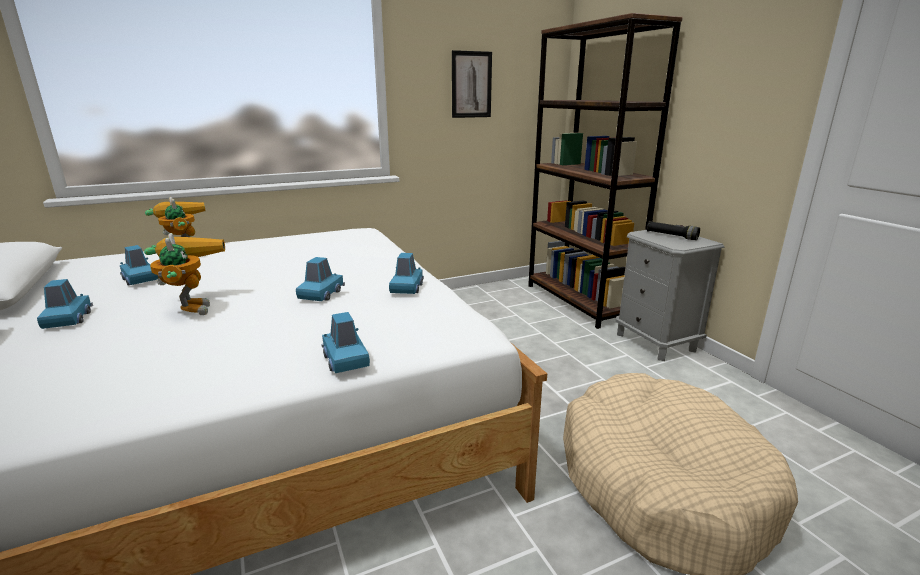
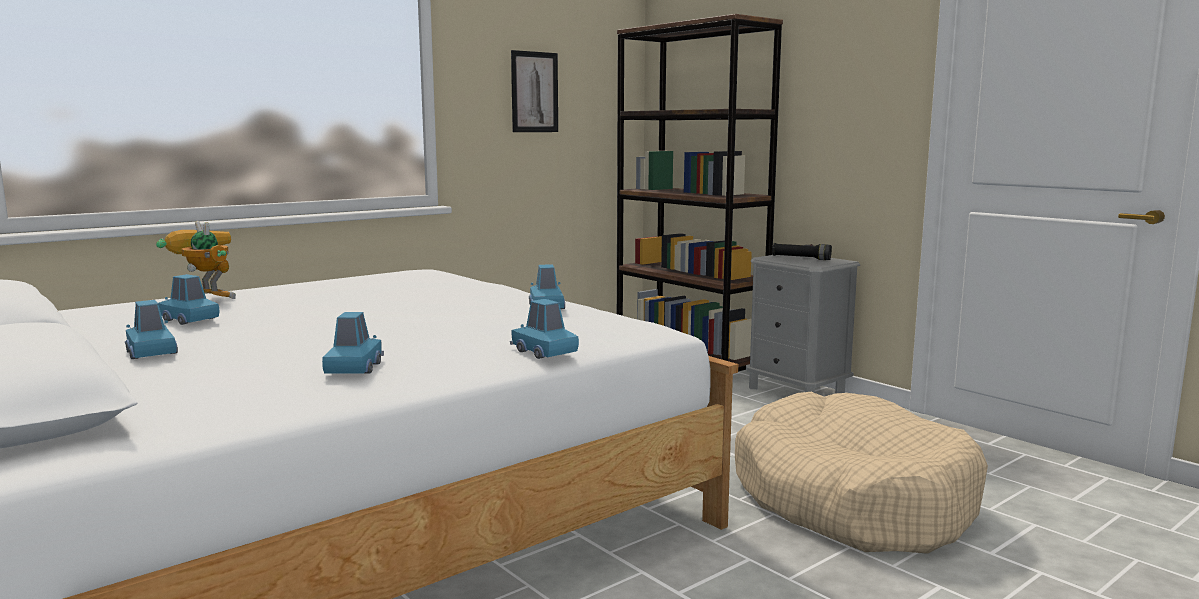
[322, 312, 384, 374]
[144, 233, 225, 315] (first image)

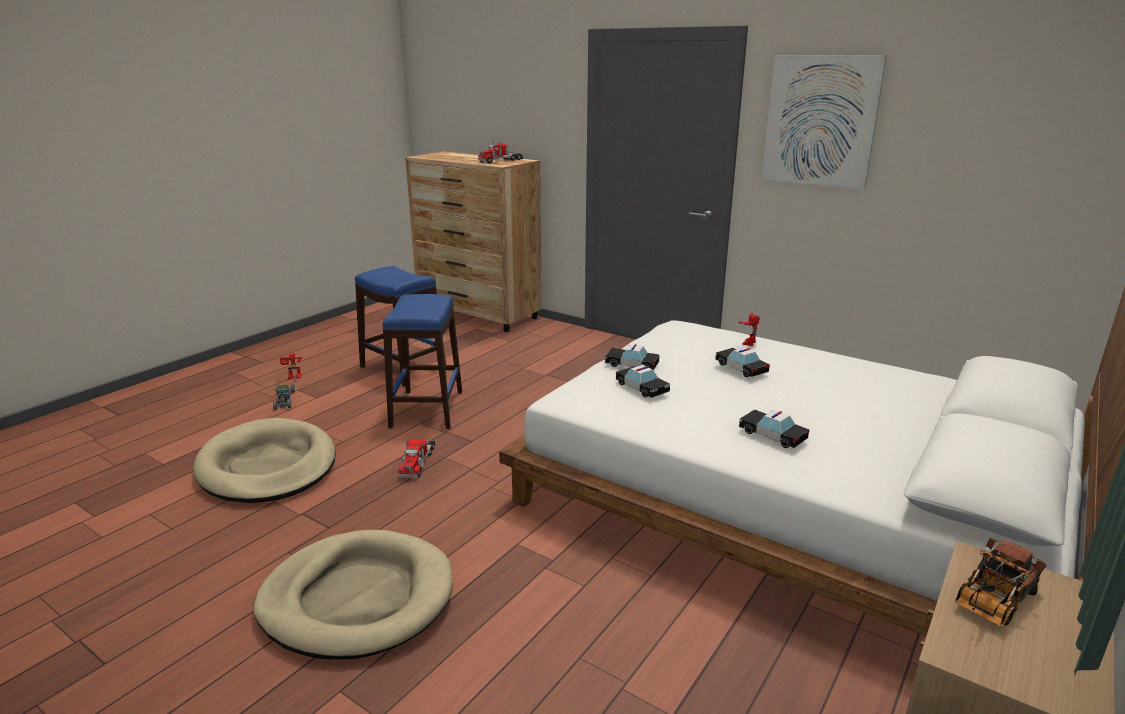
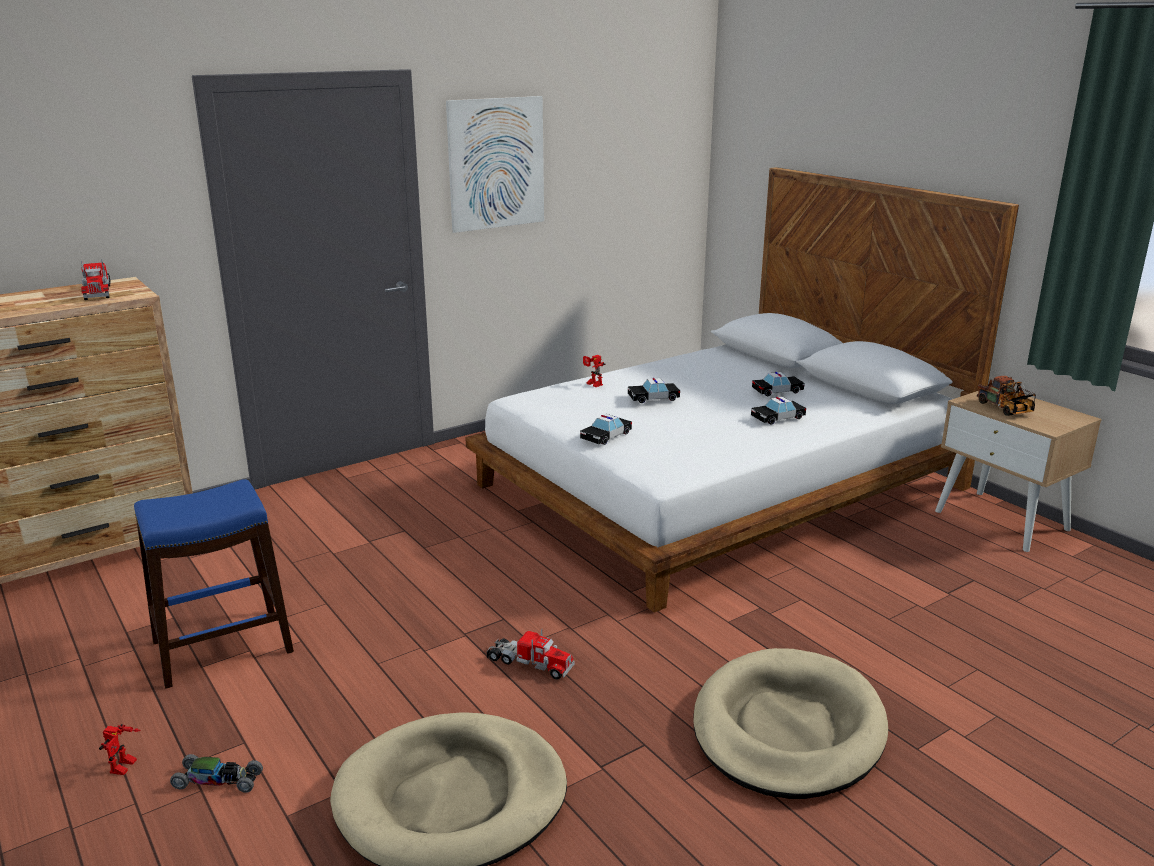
[752, 372, 805, 396]
[382, 294, 462, 429] (first image)

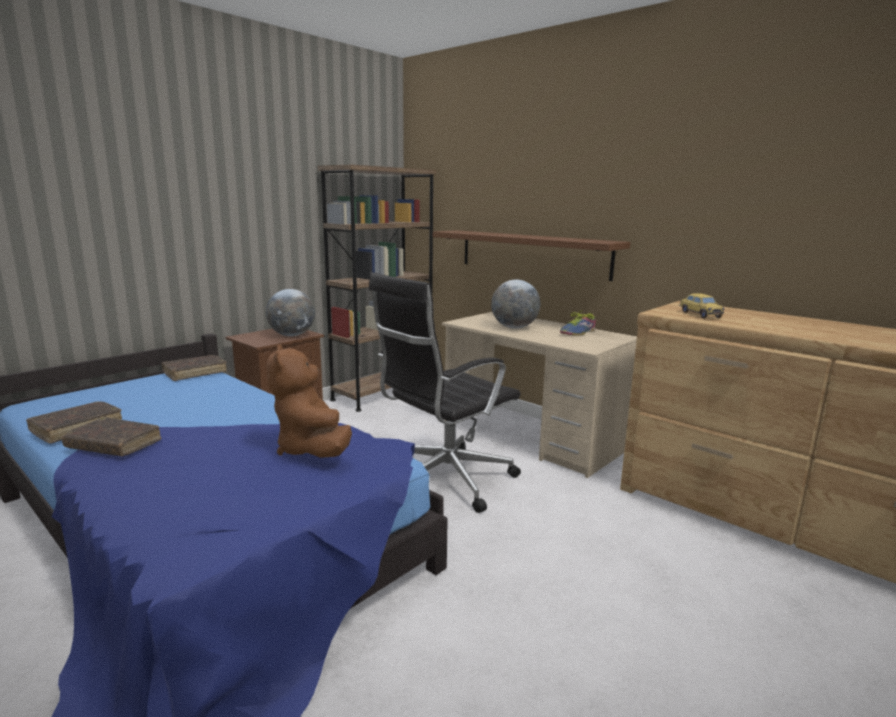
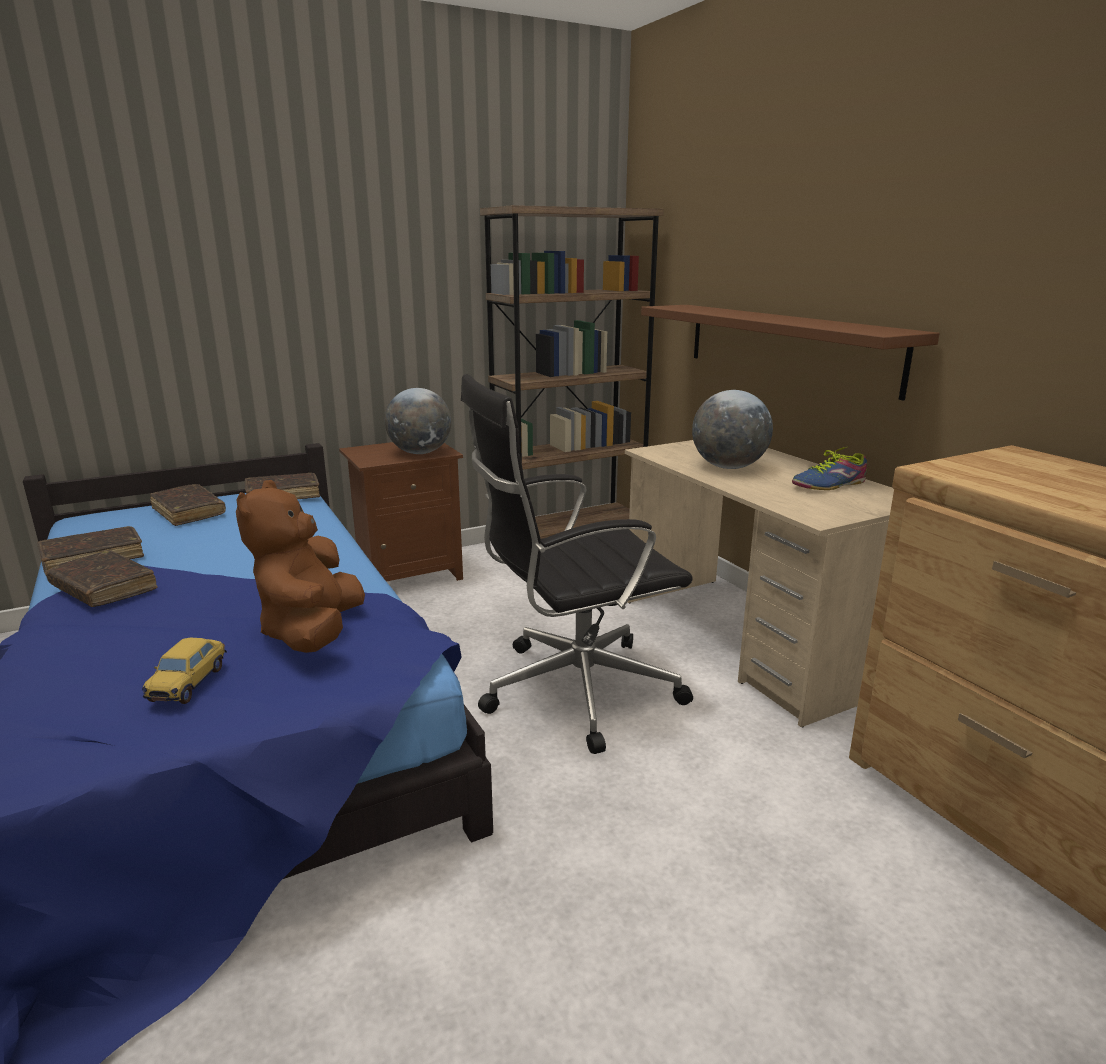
[142, 638, 227, 704]
[150, 484, 226, 526]

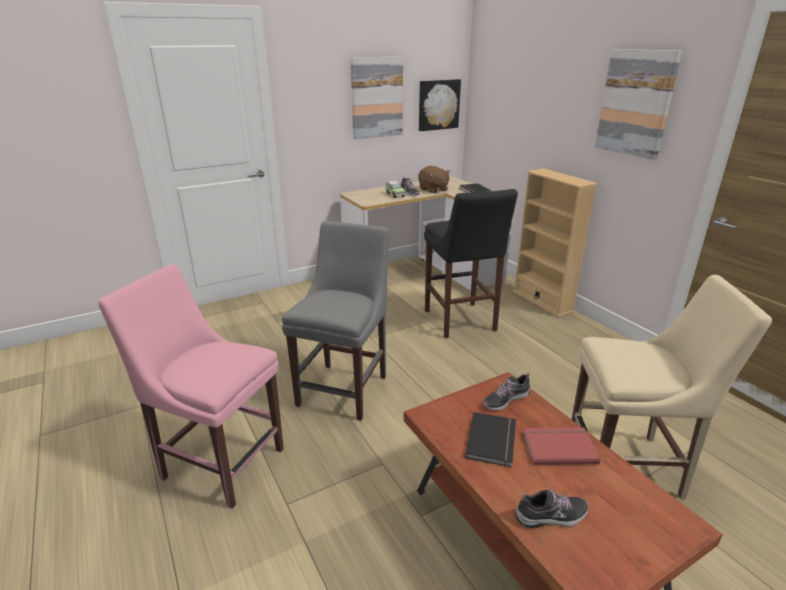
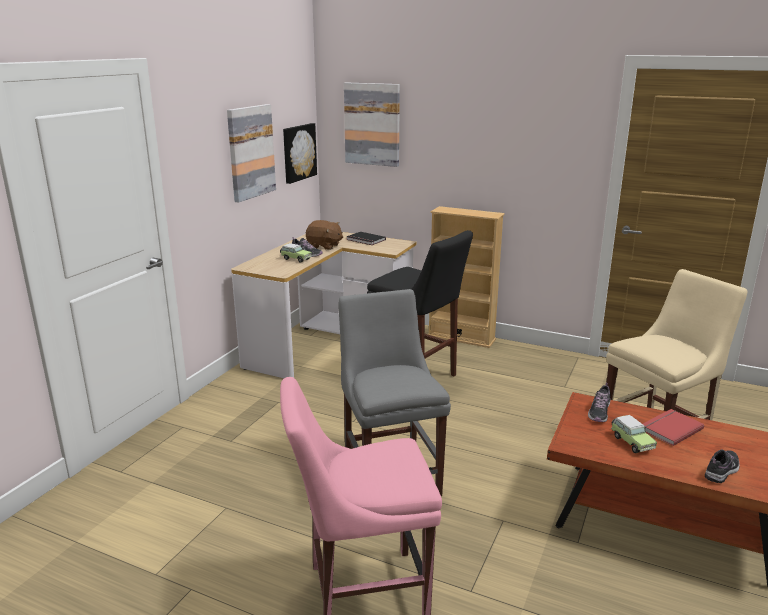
[344, 83, 400, 167]
[611, 415, 657, 453]

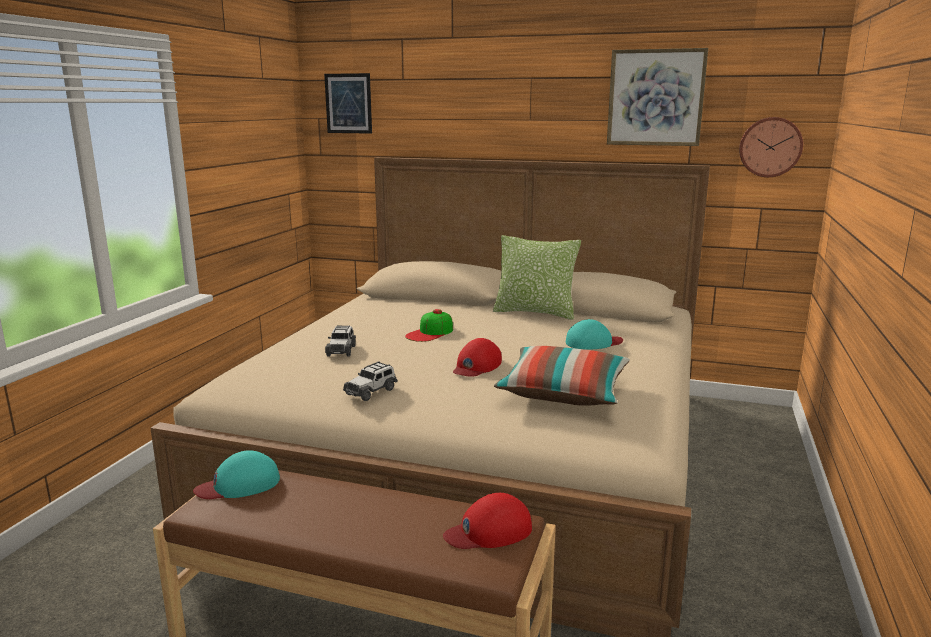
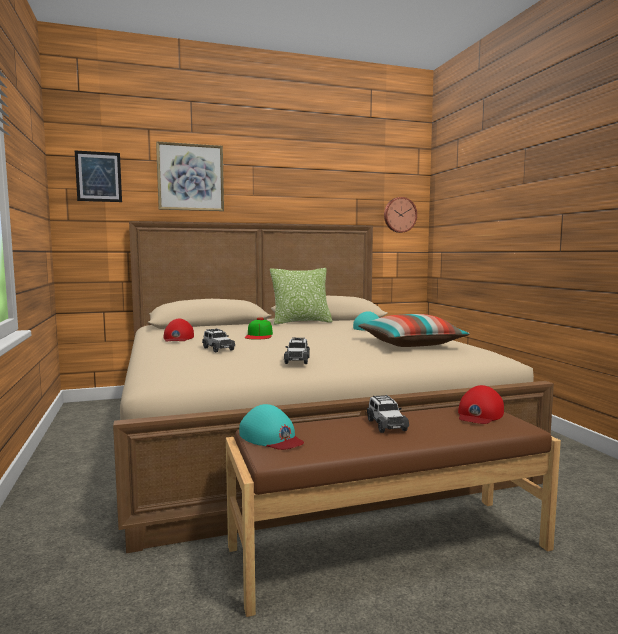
[156, 141, 224, 211]
[163, 319, 194, 342]
[239, 404, 304, 450]
[367, 395, 409, 433]

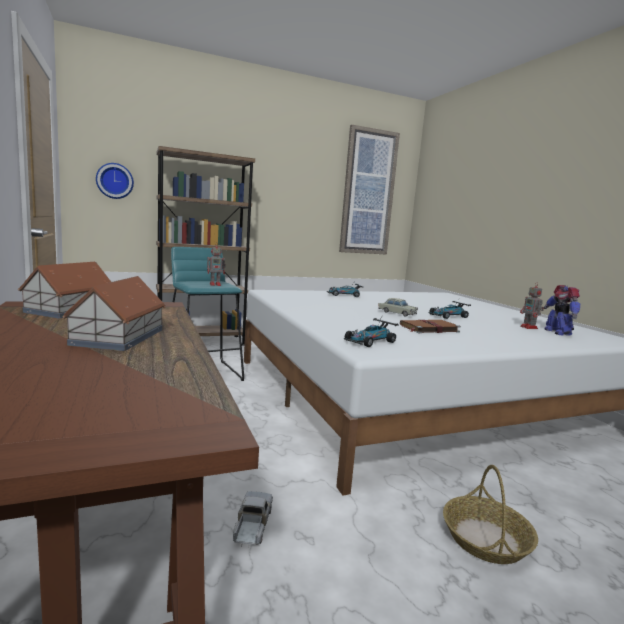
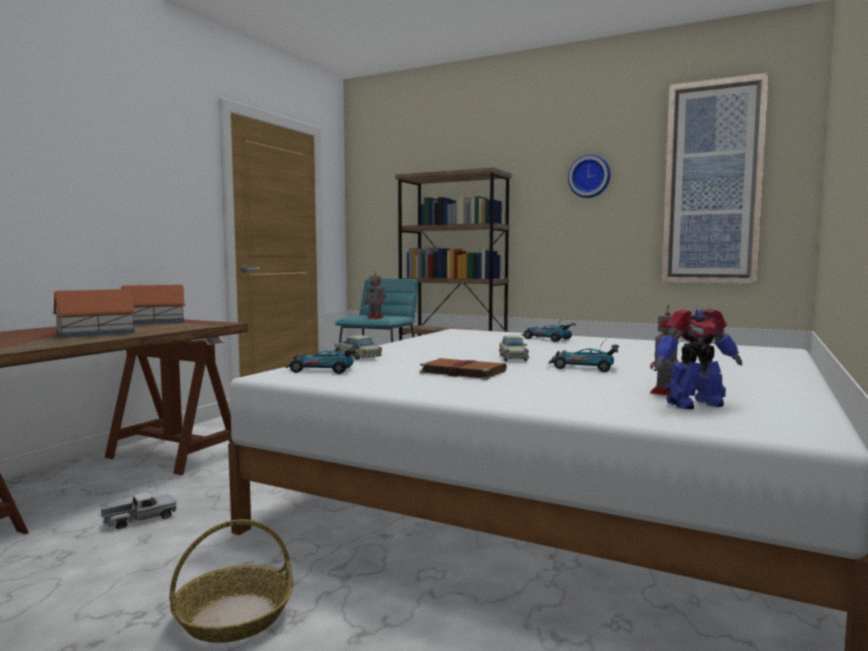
[334, 335, 382, 360]
[568, 155, 610, 198]
[655, 309, 742, 409]

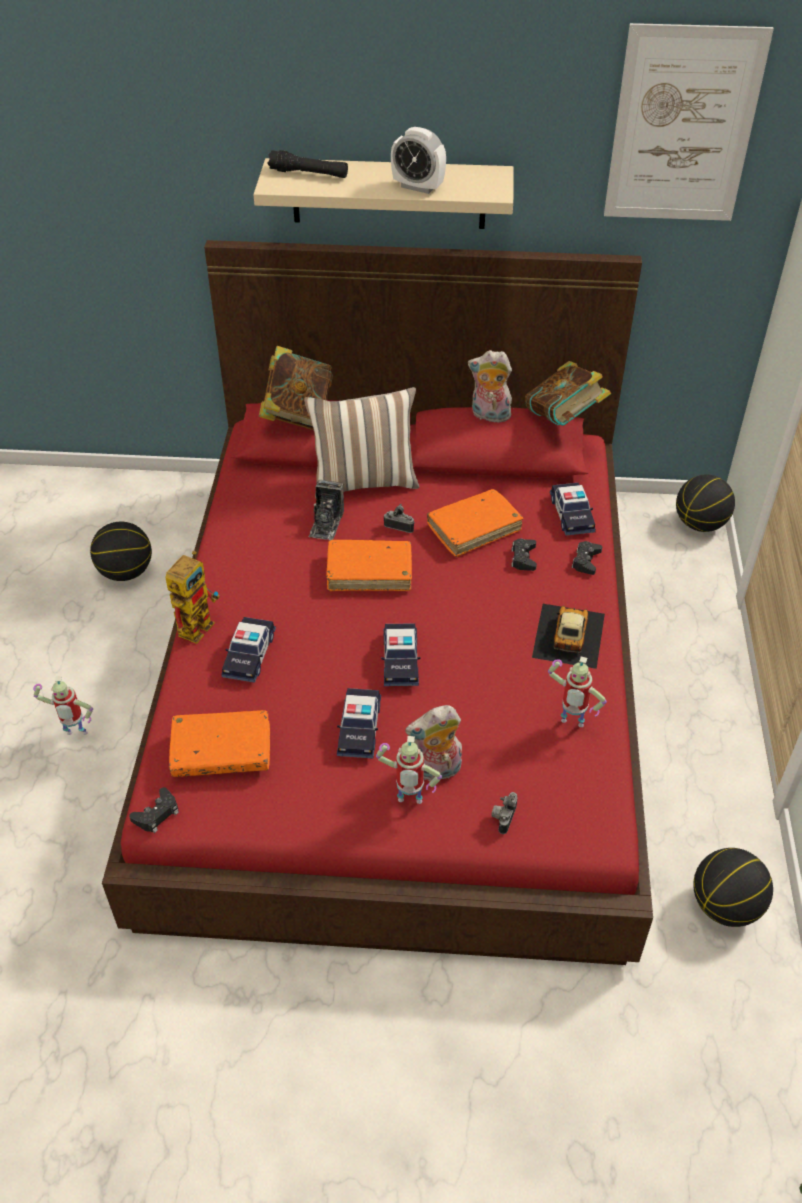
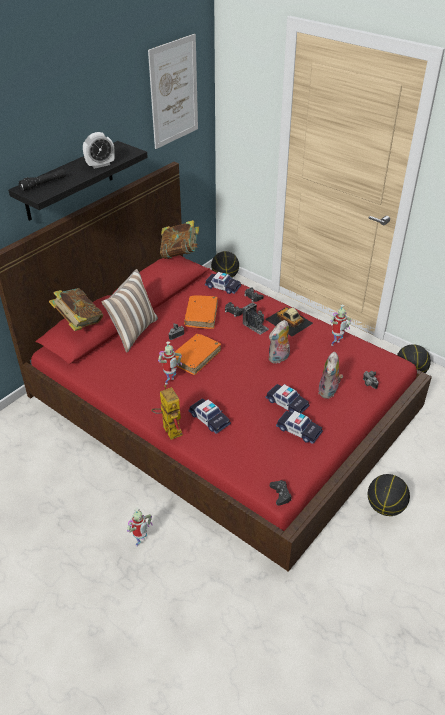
[8, 141, 148, 221]
[158, 341, 182, 384]
[242, 302, 269, 335]
[269, 320, 290, 364]
[276, 411, 323, 444]
[368, 474, 410, 516]
[169, 710, 270, 777] (first image)

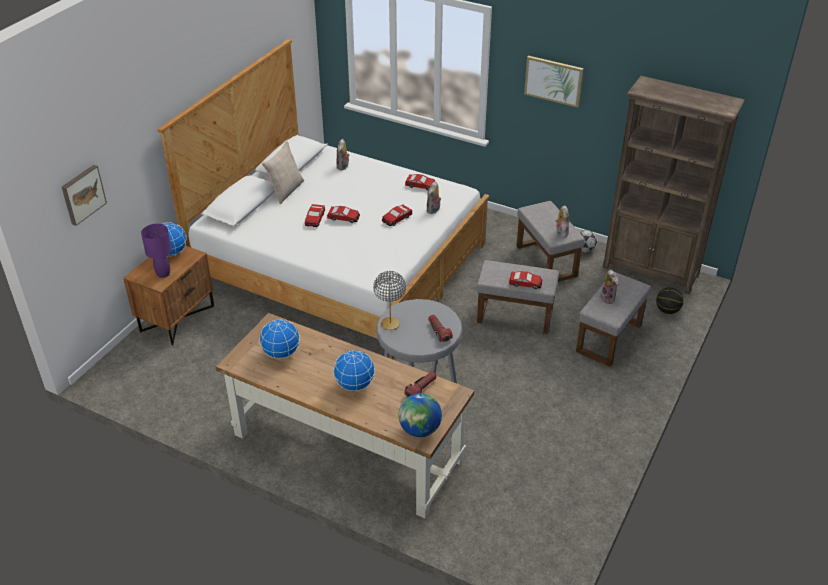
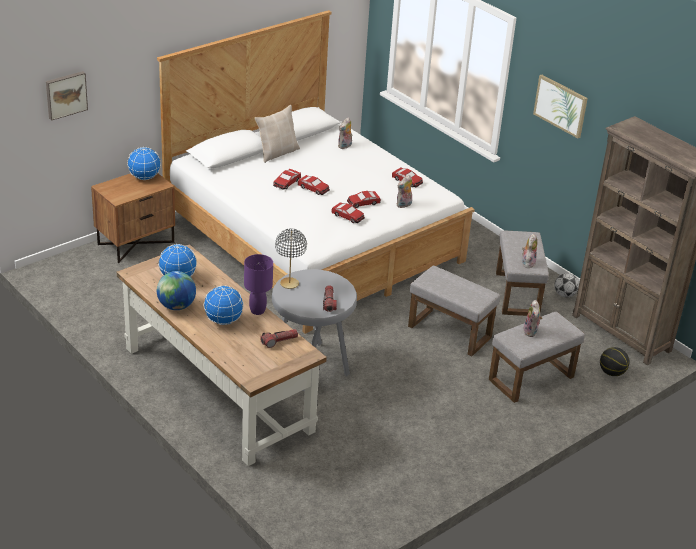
[157, 271, 196, 310]
[244, 254, 273, 315]
[331, 202, 365, 223]

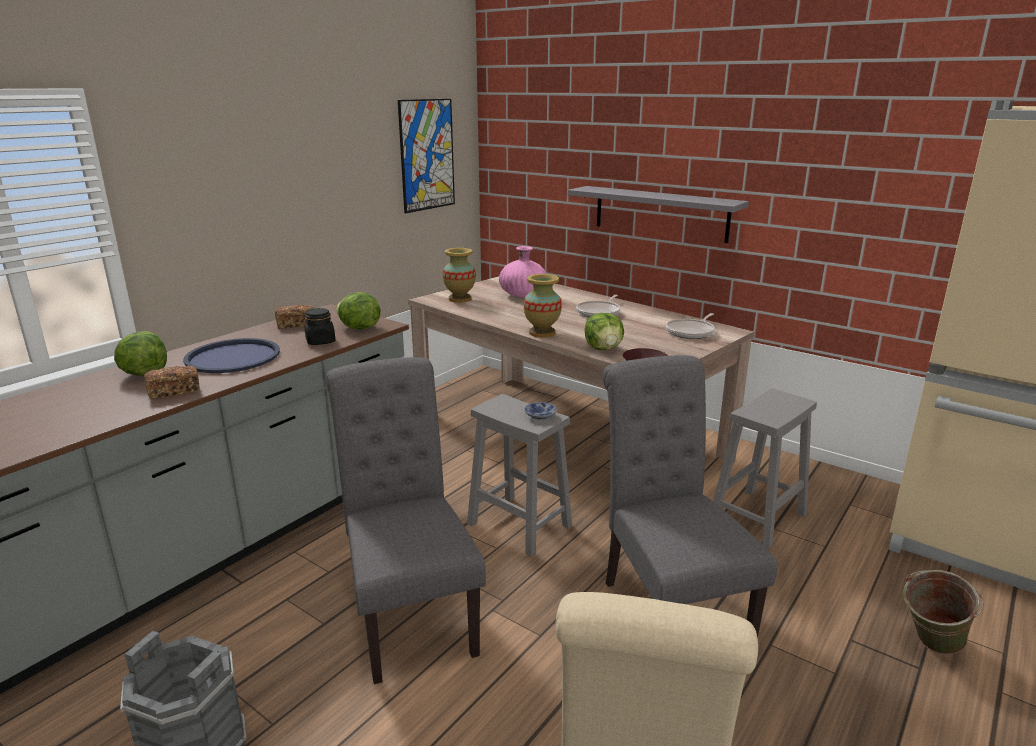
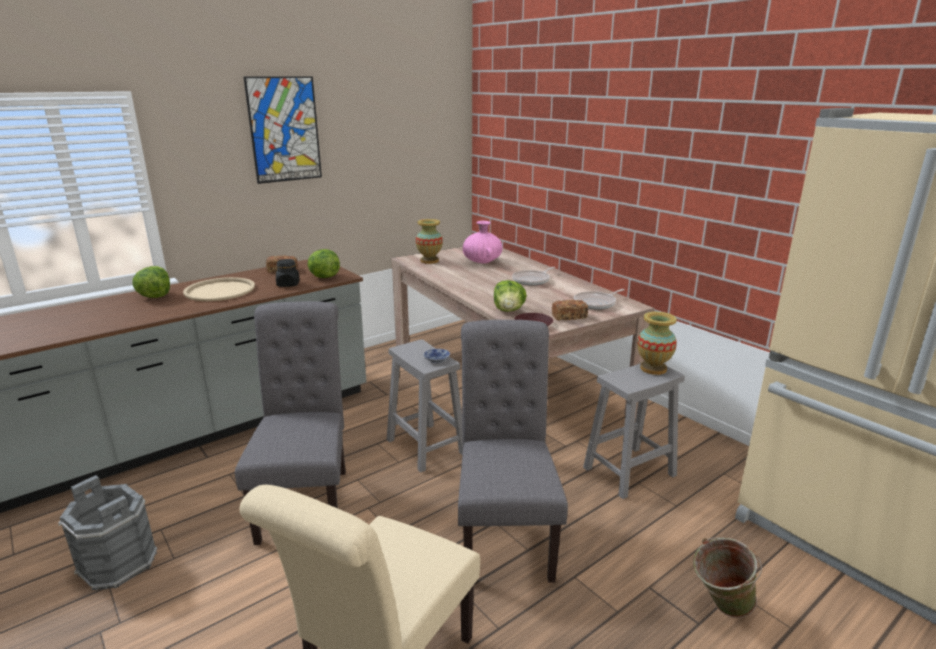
[183, 277, 255, 301]
[244, 77, 322, 184]
[552, 300, 588, 321]
[637, 312, 677, 375]
[568, 186, 749, 243] (first image)

